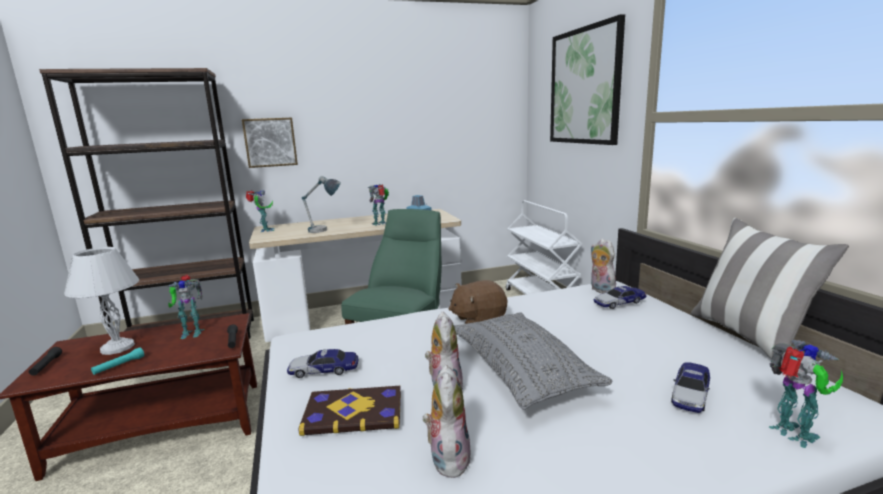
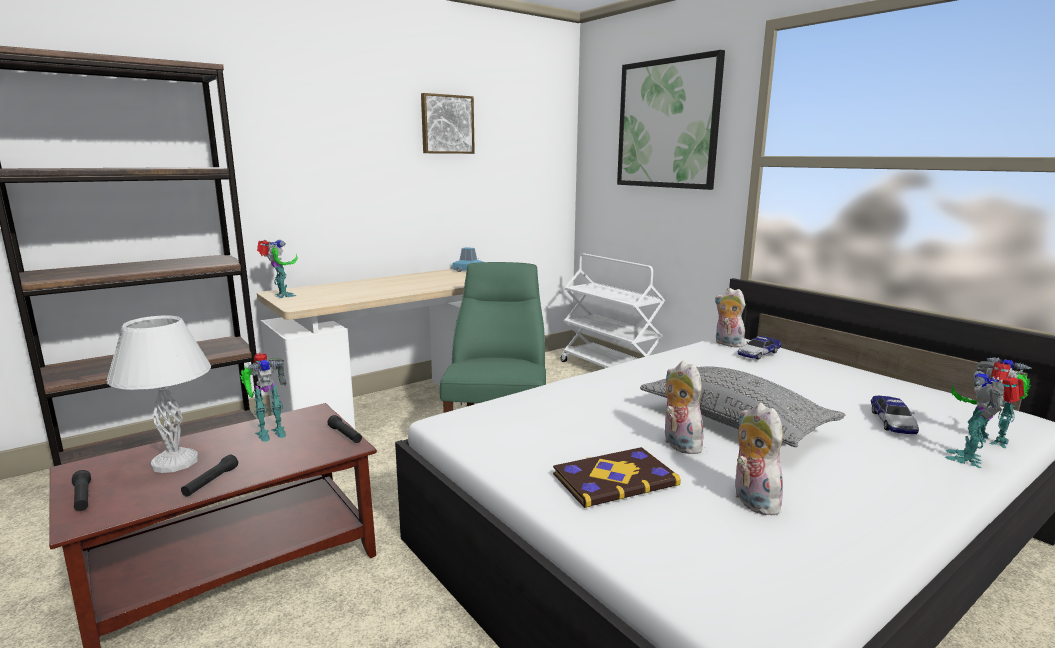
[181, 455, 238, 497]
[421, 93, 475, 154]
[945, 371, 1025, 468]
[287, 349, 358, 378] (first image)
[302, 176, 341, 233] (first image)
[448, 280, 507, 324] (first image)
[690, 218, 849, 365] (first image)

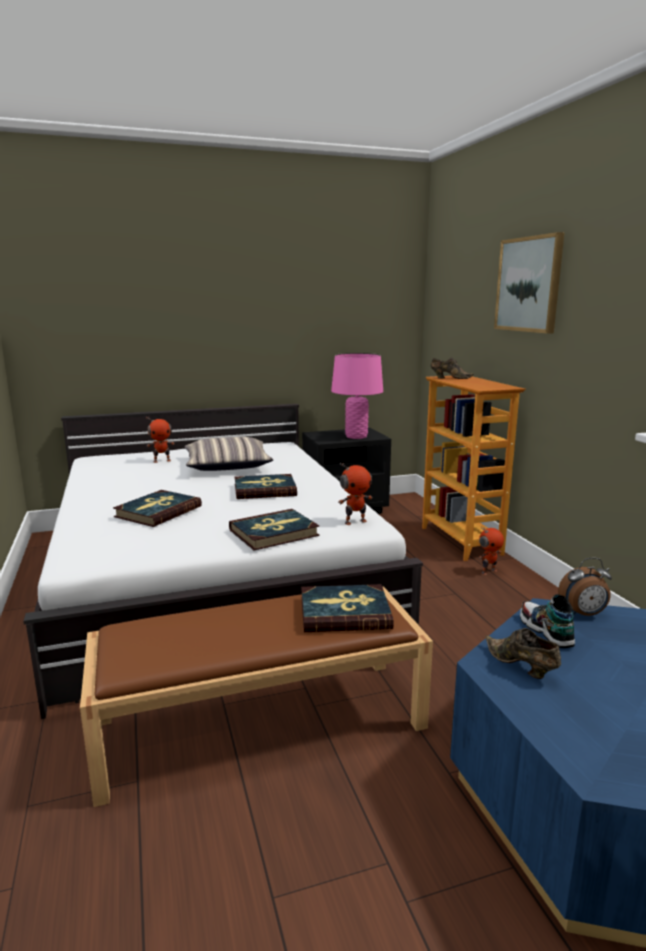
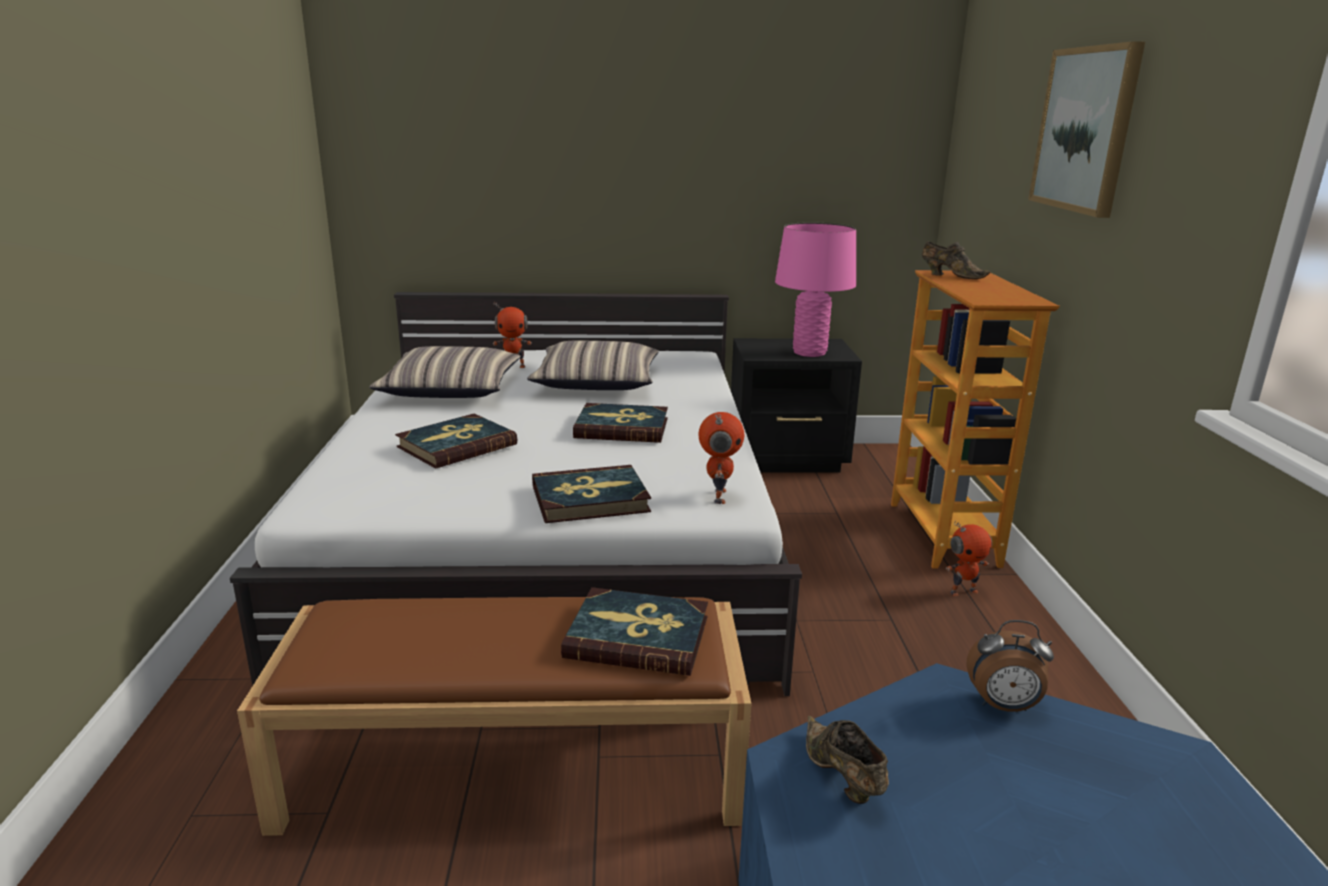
[369, 346, 520, 398]
[698, 412, 744, 504]
[520, 594, 575, 648] (first image)

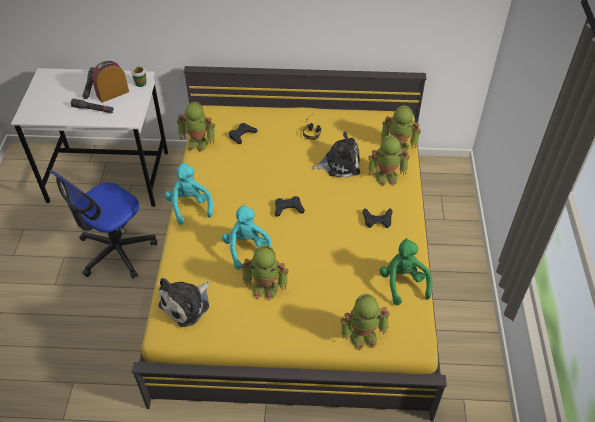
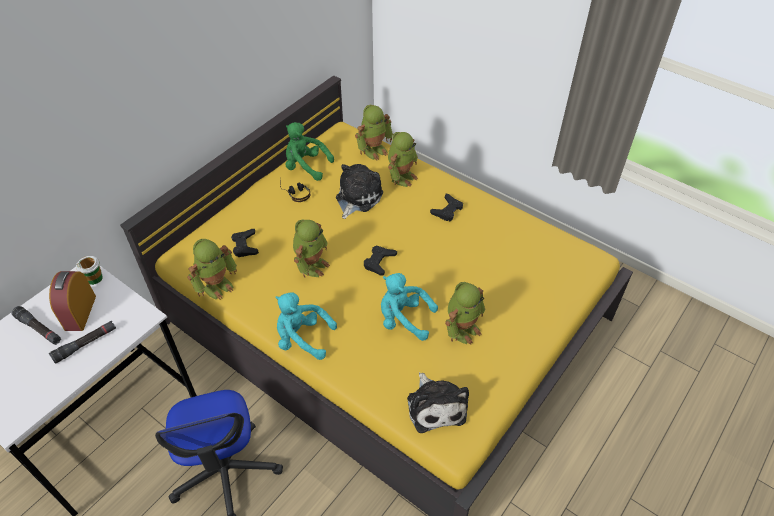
[286, 122, 334, 181]
[293, 219, 330, 277]

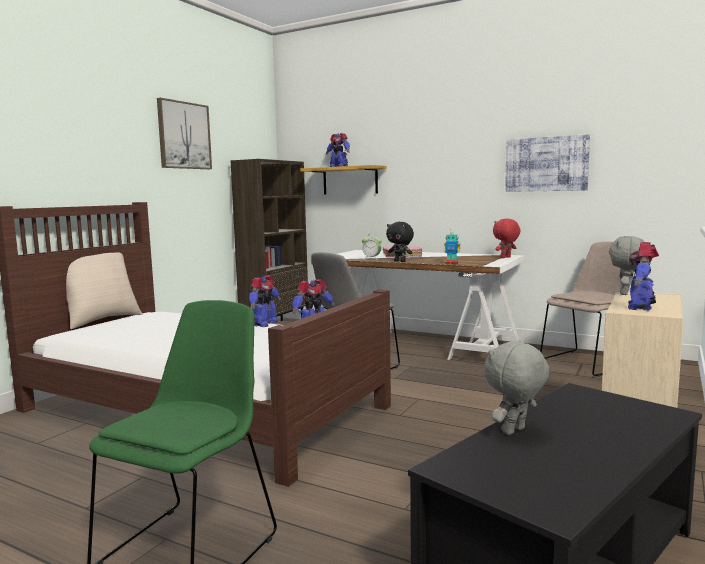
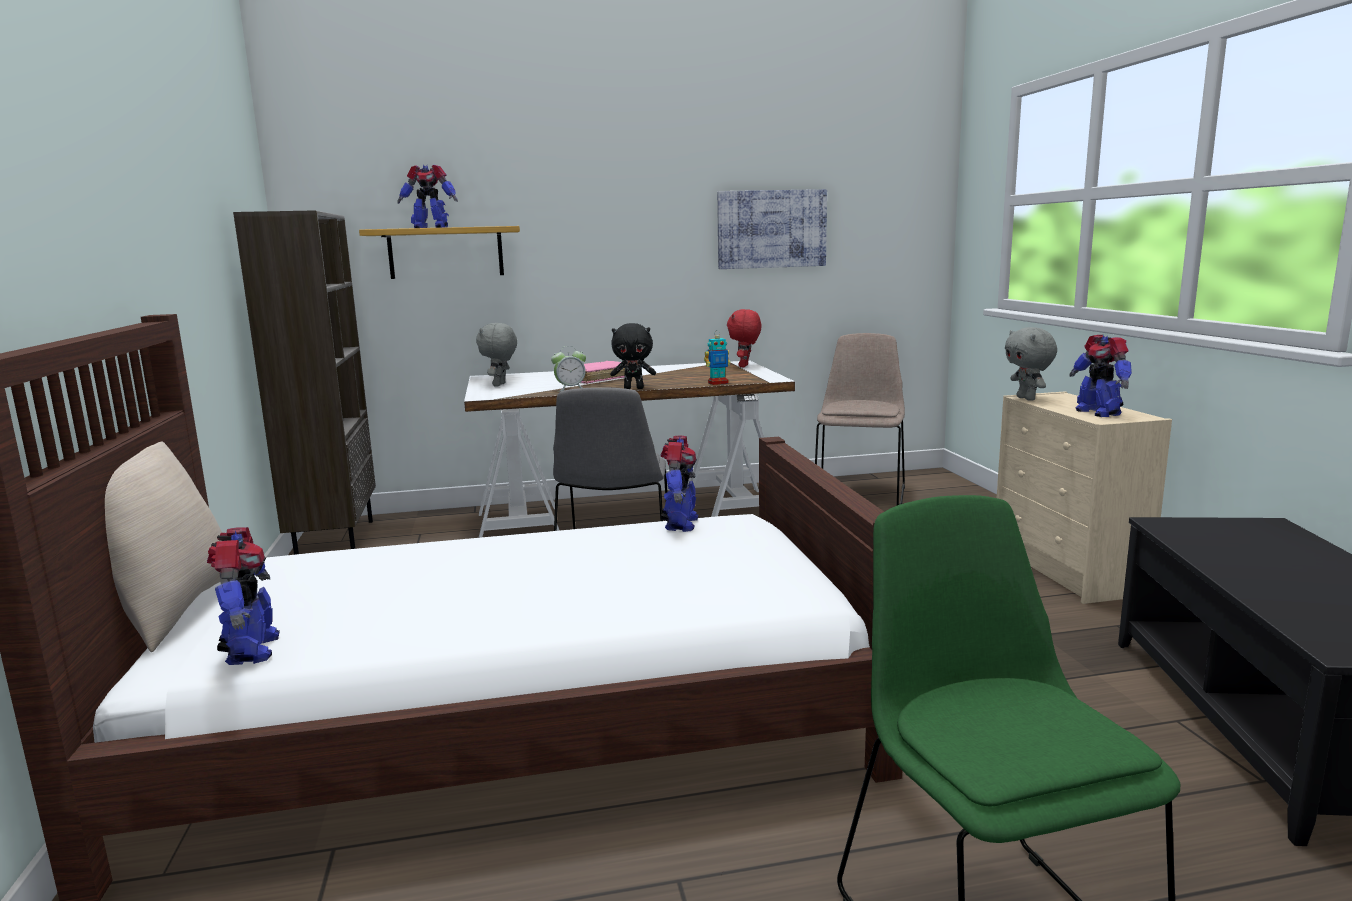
[207, 527, 280, 665]
[476, 323, 517, 386]
[157, 98, 212, 169] (first image)

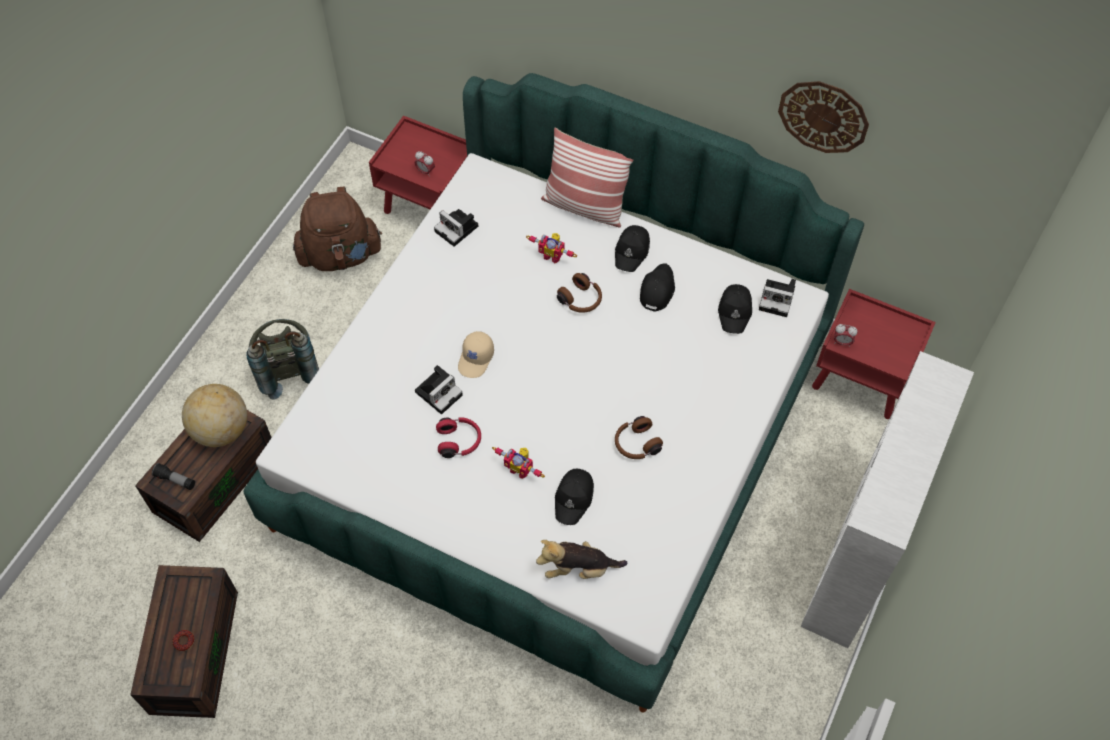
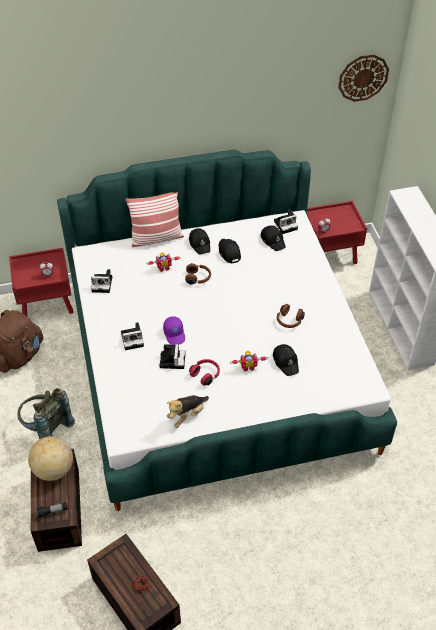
[121, 322, 144, 350]
[163, 316, 185, 345]
[167, 395, 209, 428]
[338, 54, 389, 102]

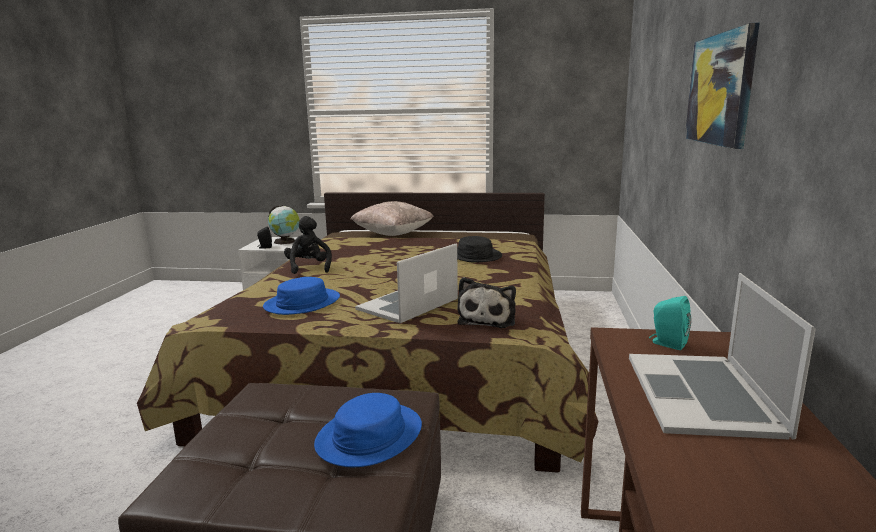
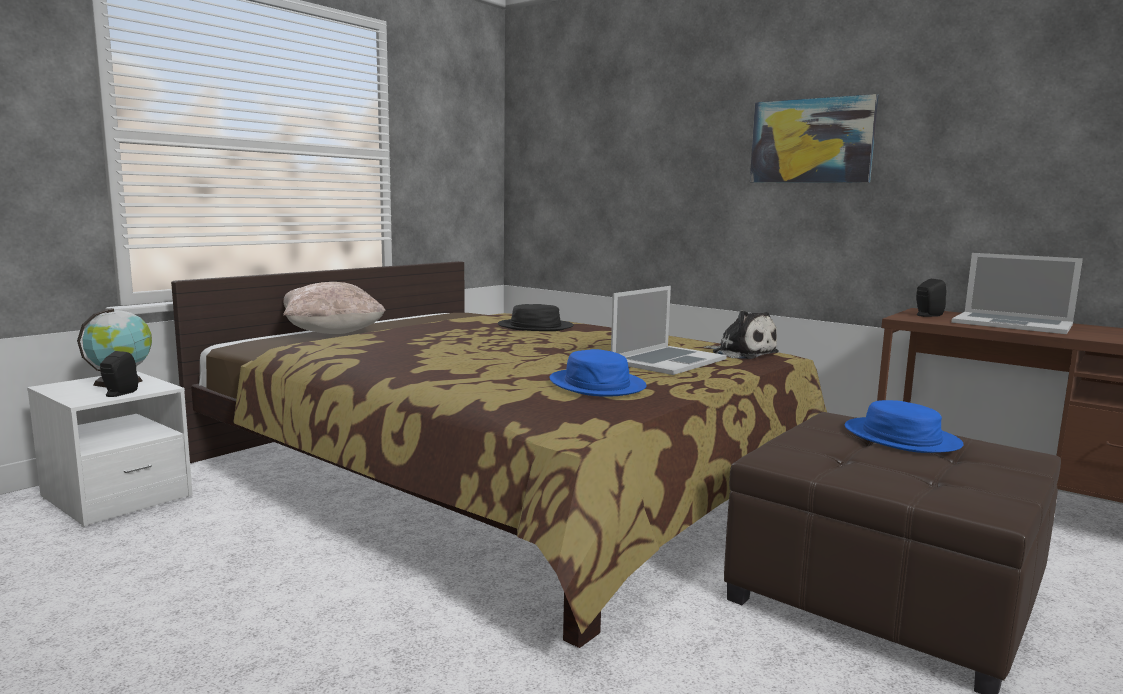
[611, 286, 727, 375]
[916, 279, 946, 317]
[284, 216, 332, 274] (first image)

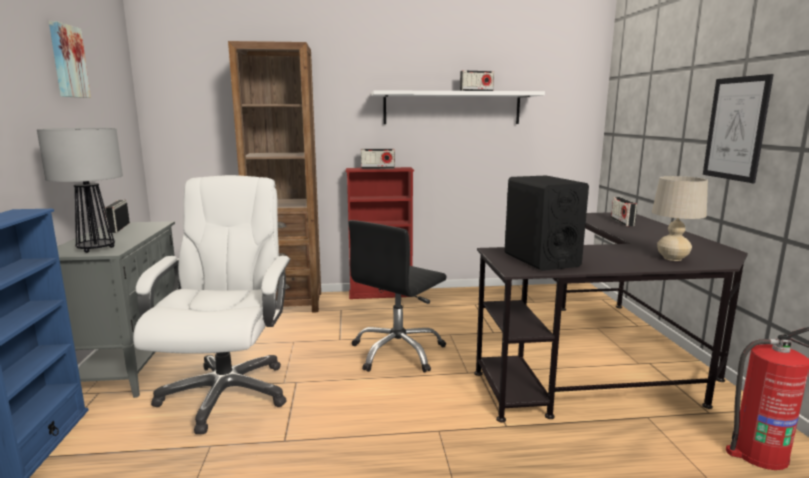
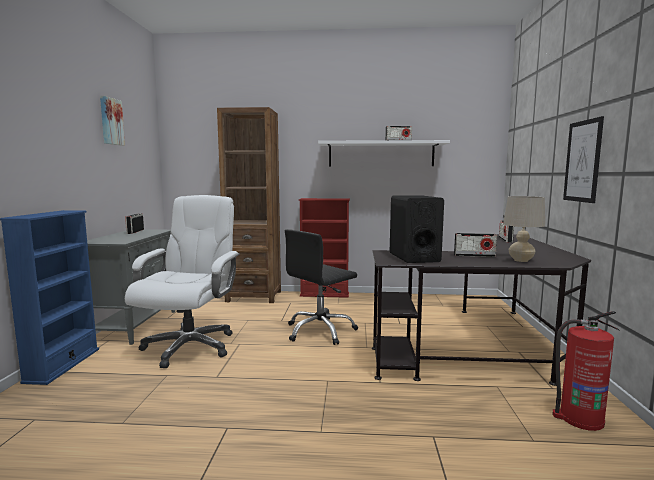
[454, 233, 497, 257]
[37, 128, 123, 253] (first image)

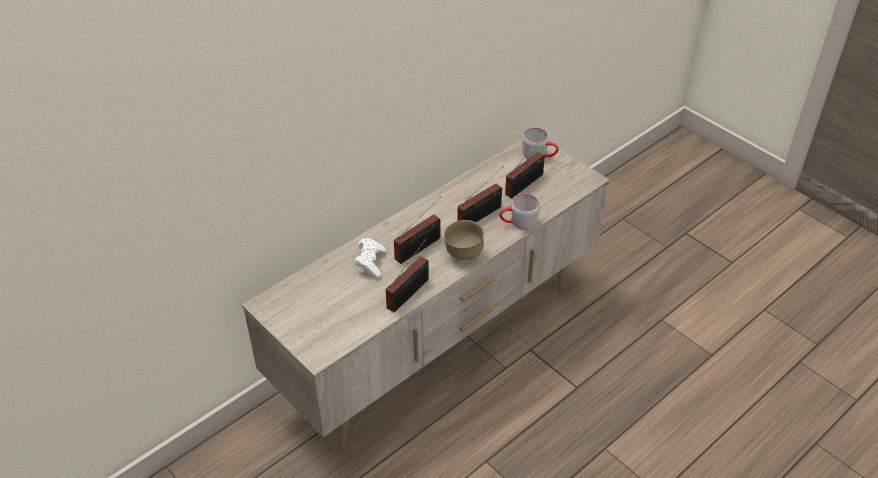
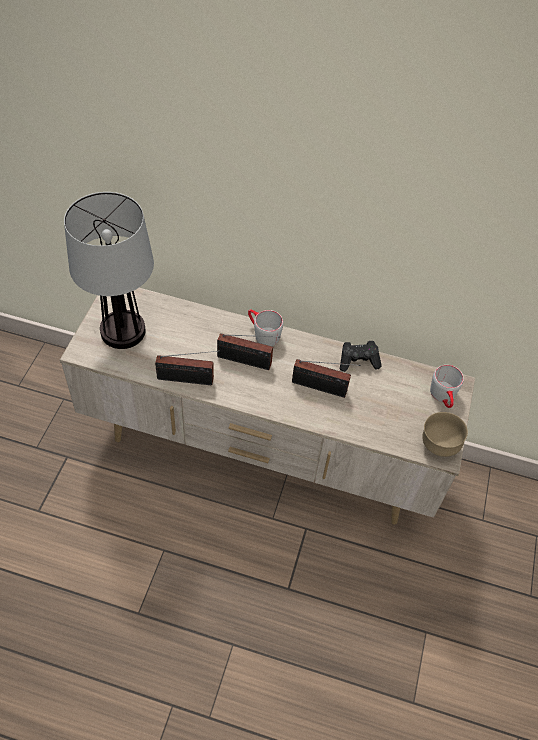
[64, 192, 154, 349]
[248, 310, 283, 346]
[340, 341, 382, 372]
[422, 412, 468, 457]
[354, 238, 386, 279] (first image)
[505, 134, 546, 198] (first image)

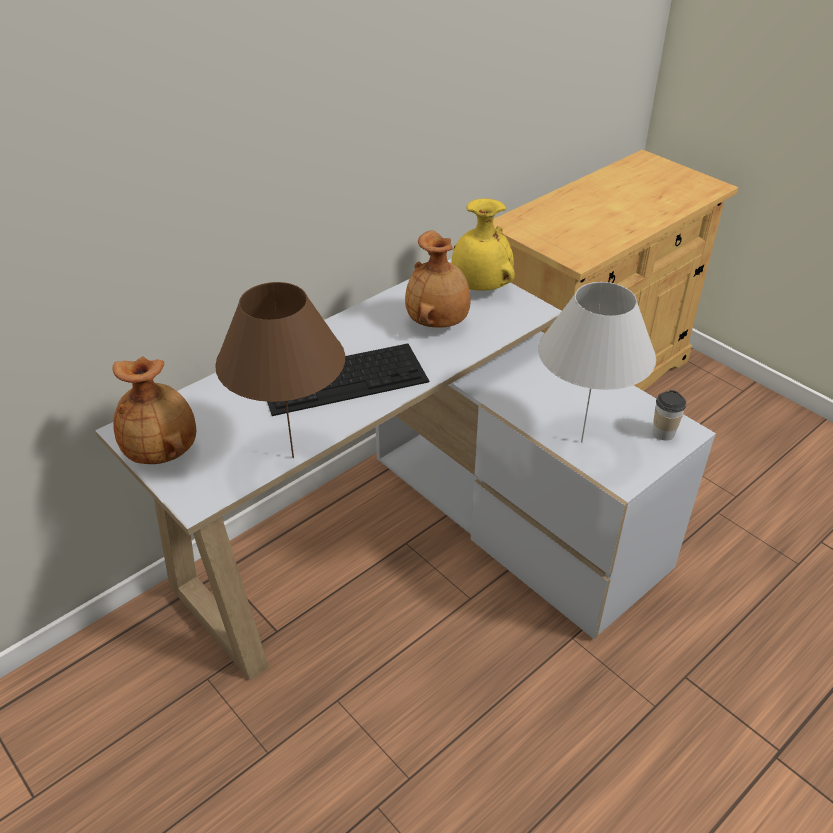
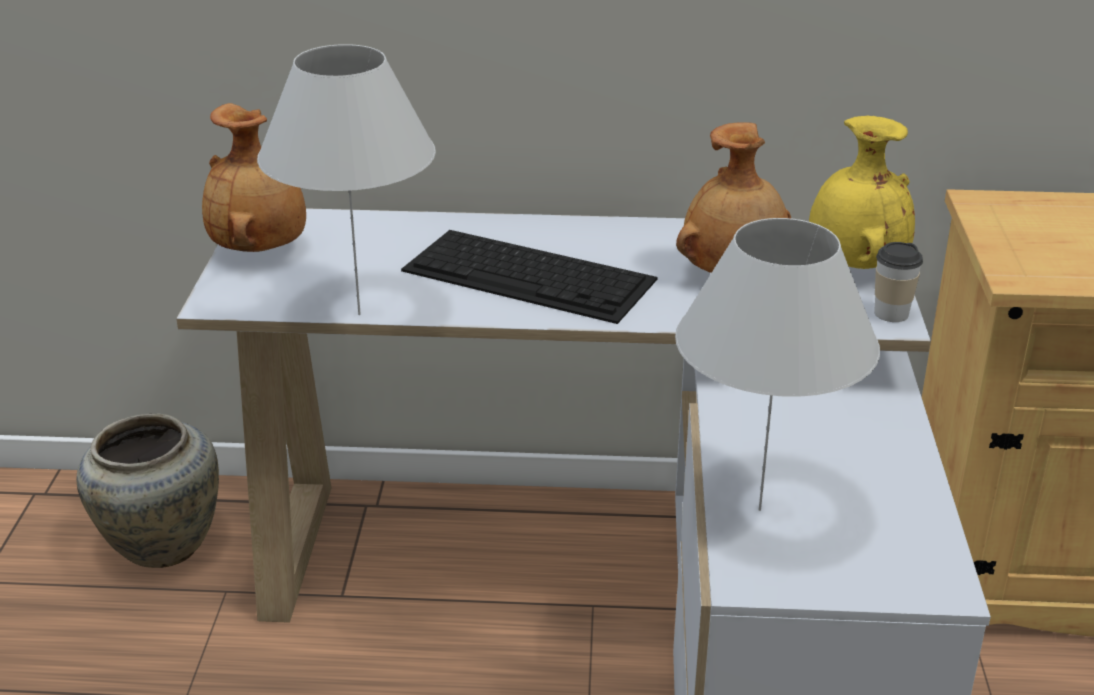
[76, 414, 219, 568]
[257, 44, 436, 315]
[874, 242, 923, 322]

